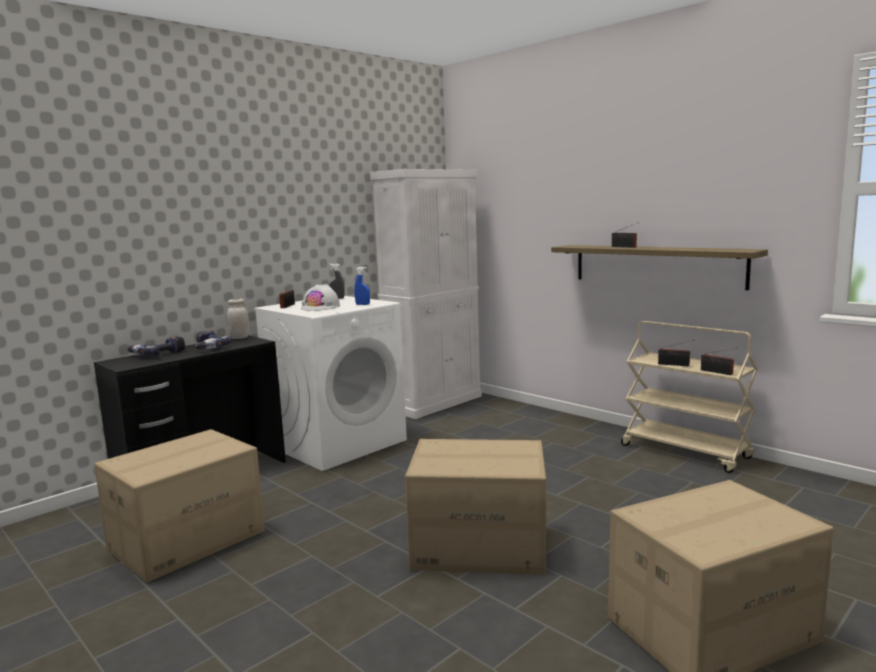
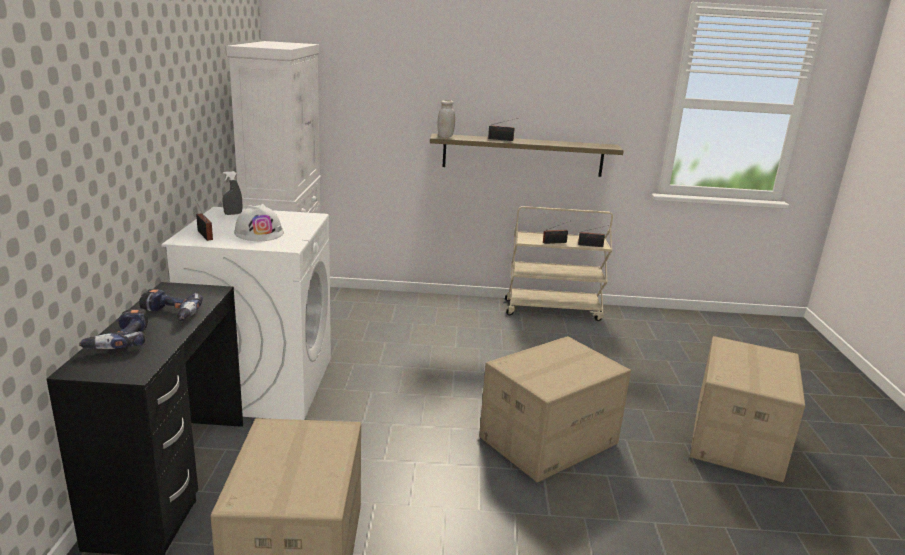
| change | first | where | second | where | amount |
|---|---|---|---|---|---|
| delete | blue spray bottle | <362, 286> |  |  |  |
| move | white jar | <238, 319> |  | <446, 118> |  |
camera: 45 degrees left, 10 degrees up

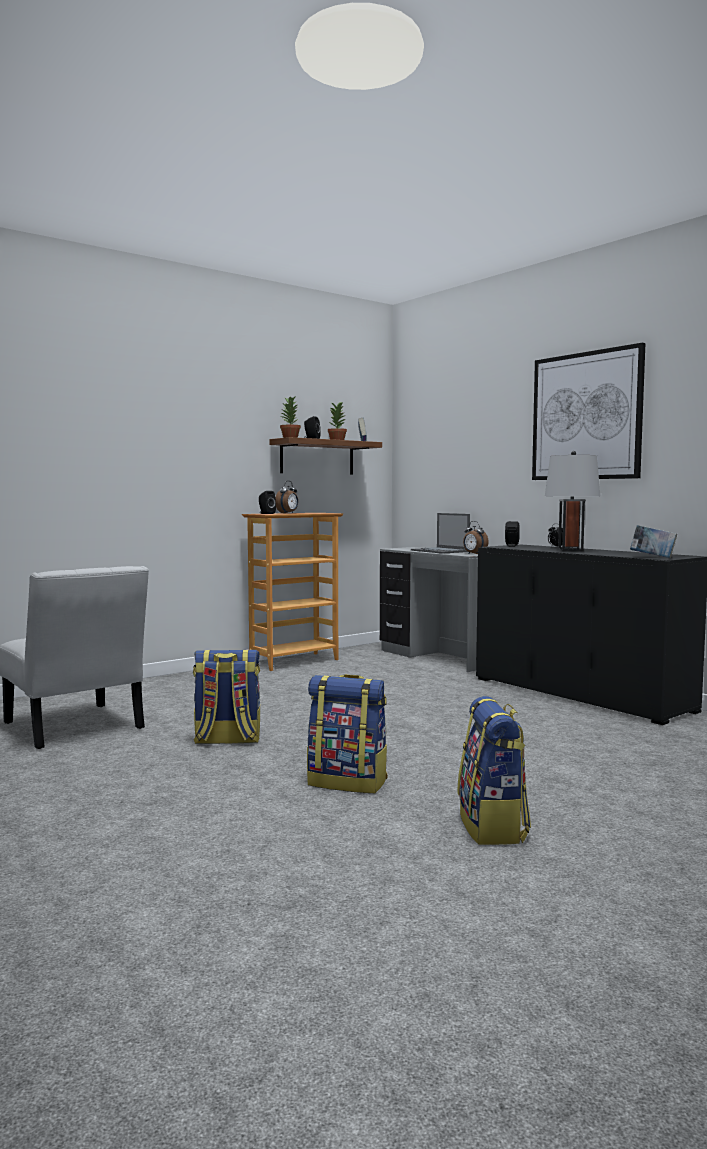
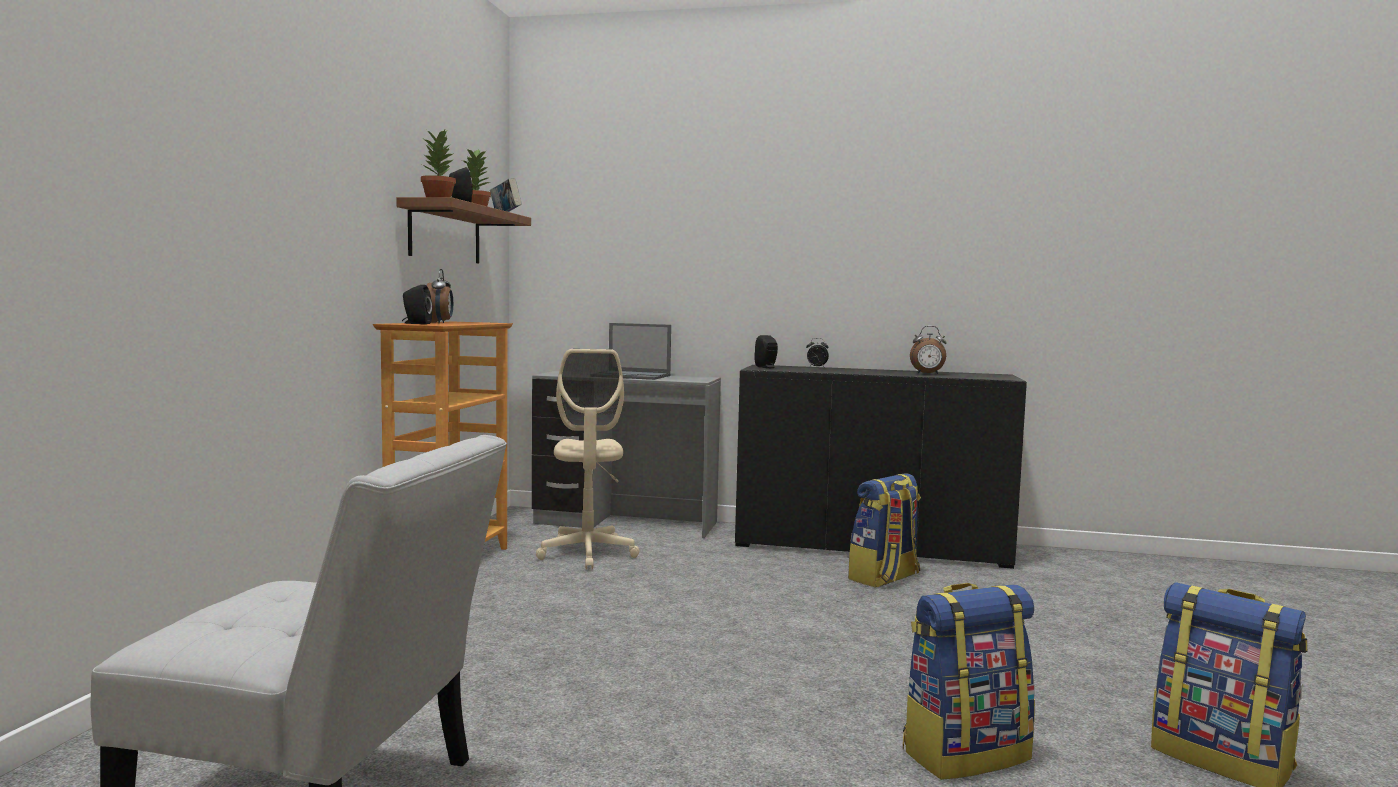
| change | first | where | second | where | amount |
|---|---|---|---|---|---|
| delete | wall art | <588, 411> |  |  |  |
| delete | gray table lamp | <572, 501> |  |  |  |
| delete | volume | <653, 541> |  |  |  |
| insert |  |  | beige-coloured computer chair | <587, 459> |  |
| move | backpack | <226, 697> |  | <884, 530> |  |
| move | alarm clock | <476, 537> |  | <928, 350> |  |
camera: 40 degrees left, 0 degrees up

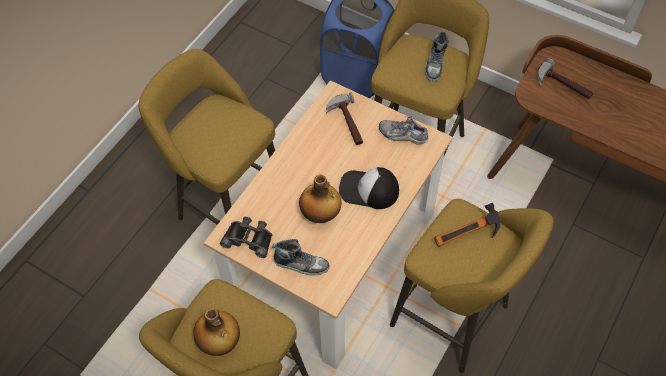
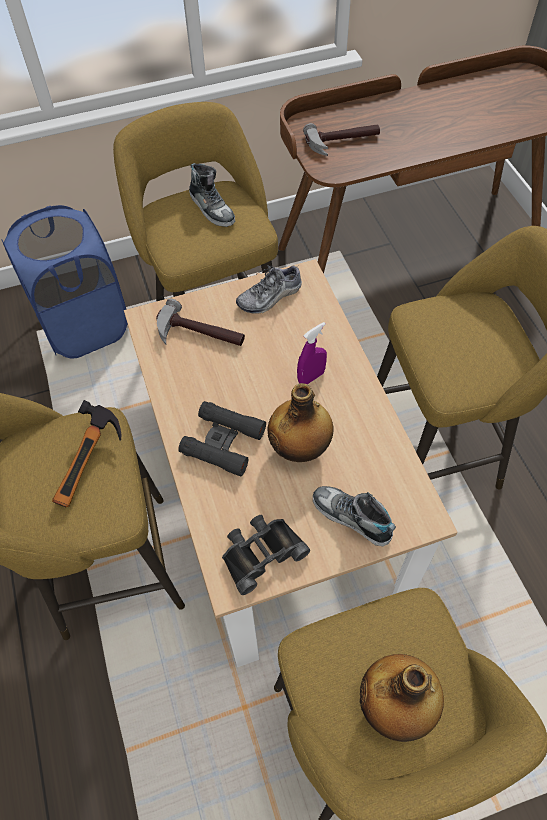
| change | first | where | second | where | amount |
|---|---|---|---|---|---|
| insert |  |  | blackish field glasses | <222, 439> |  |
| move | hand hammer | <467, 225> |  | <86, 453> |  |
| replace | peaked cap | <369, 188> | purple spray bottle | <312, 353> |  |
| rotate | item of footwear | <300, 257> |  | <354, 516> | 105 degrees counterclockwise |
camera: 50 degrees left, 0 degrees up

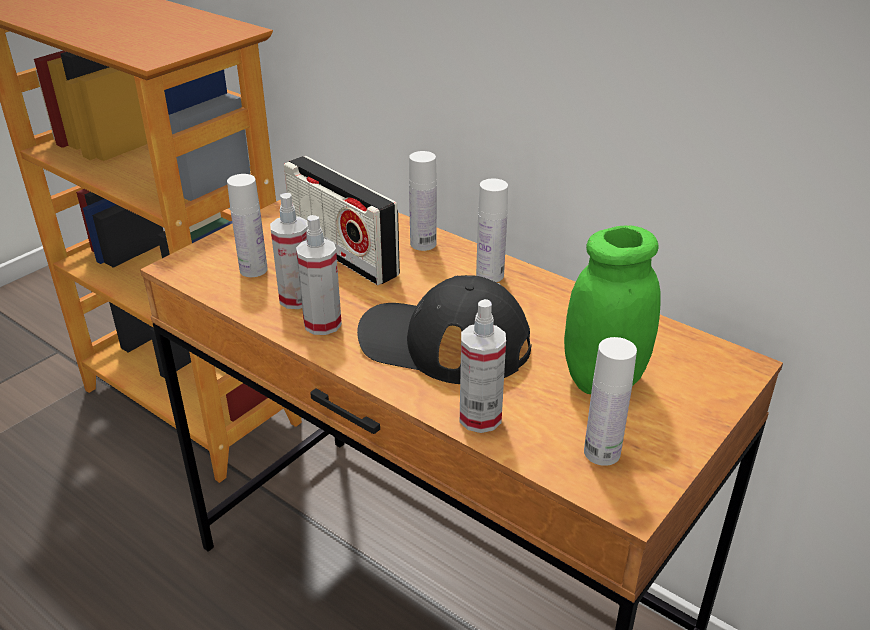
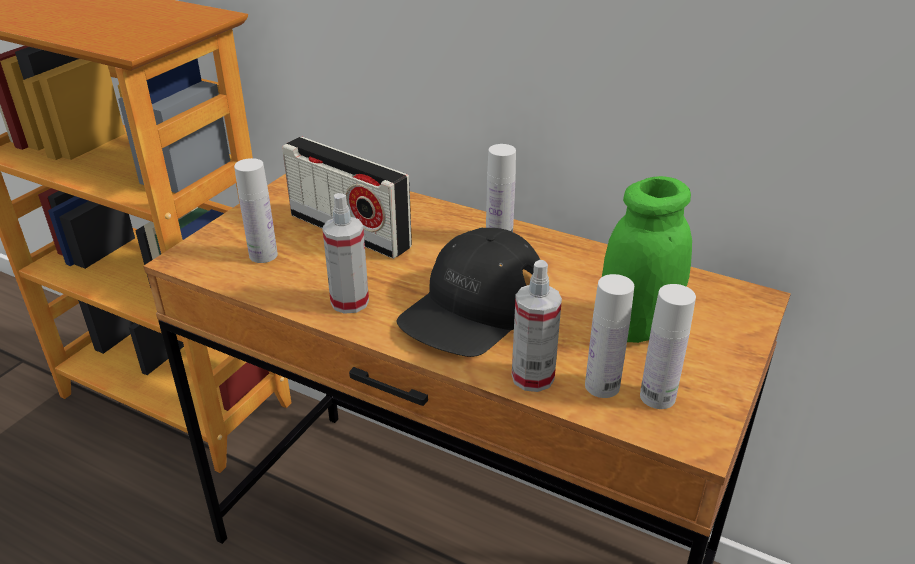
| change | first | where | second | where | amount |
|---|---|---|---|---|---|
| delete | spray bottle | <289, 251> |  |  |  |
| move | white bottle | <423, 201> |  | <609, 336> |  |
| rotate | blackish peaked cap | <444, 329> |  | <468, 292> | 60 degrees counterclockwise |
camera: 10 degrees left, 0 degrees up

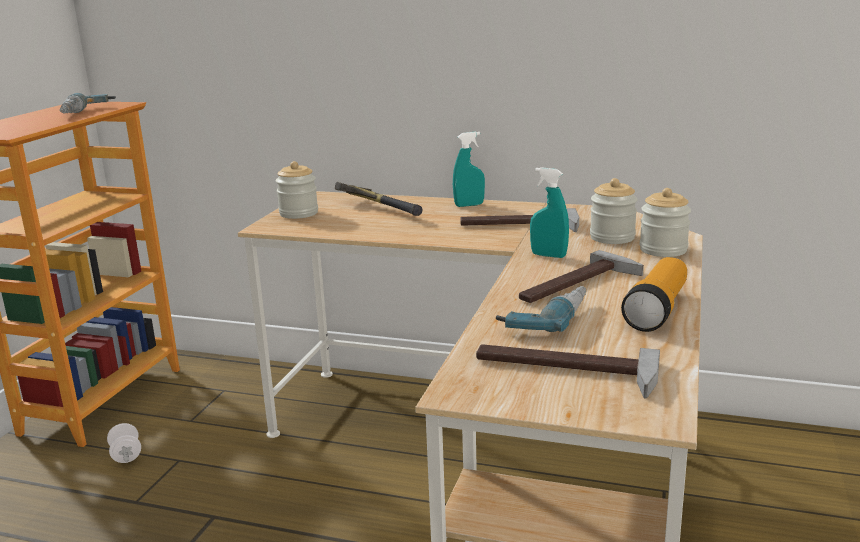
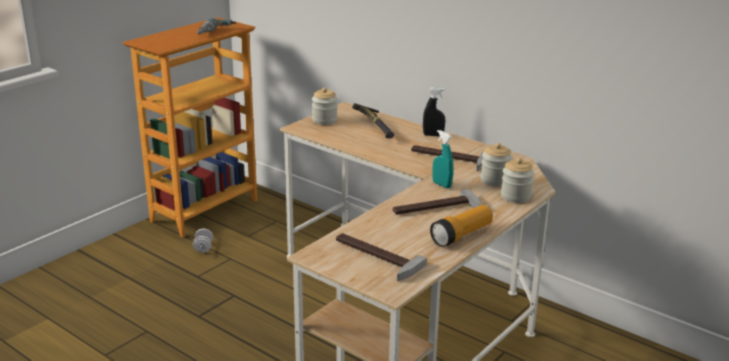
| change | first | where | second | where | amount |
|---|---|---|---|---|---|
| delete | power drill | <541, 309> |  |  |  |
| recolor | turquoise spray bottle | <469, 169> | blackish spray bottle | <434, 112> |  |
camera: 20 degrees right, 5 degrees up

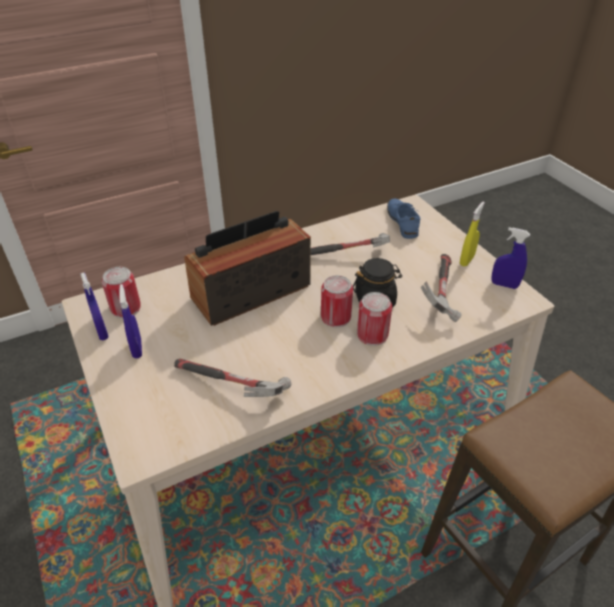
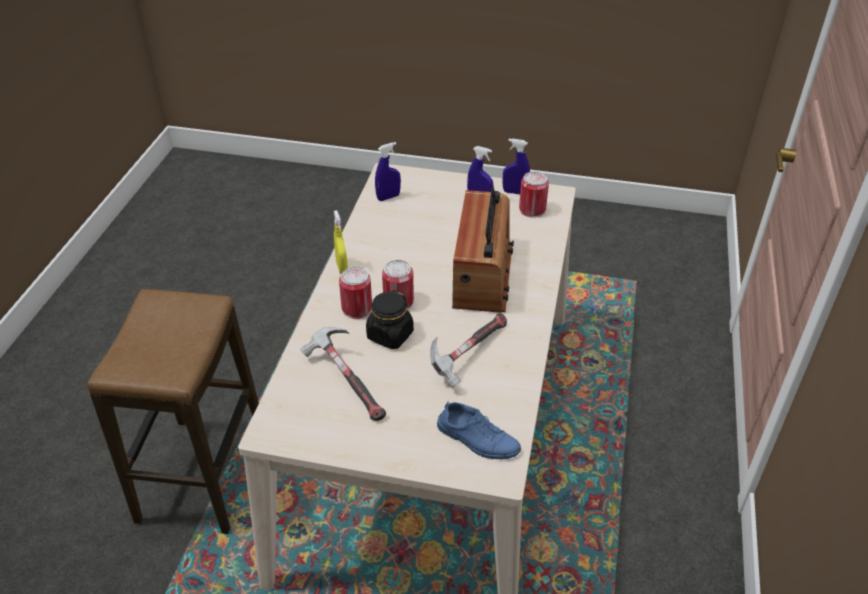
| change | first | where | second | where | amount |
|---|---|---|---|---|---|
| delete | hand hammer | <232, 378> |  |  |  |
| move | yellow-coloured spray bottle | <472, 233> |  | <341, 242> |  |
| move | blue spray bottle | <510, 258> |  | <388, 171> |  |
camera: 130 degrees right, 0 degrees up

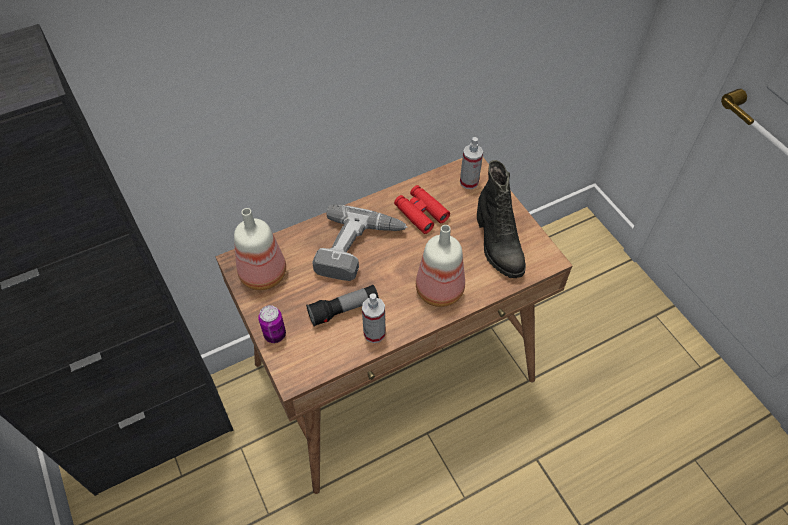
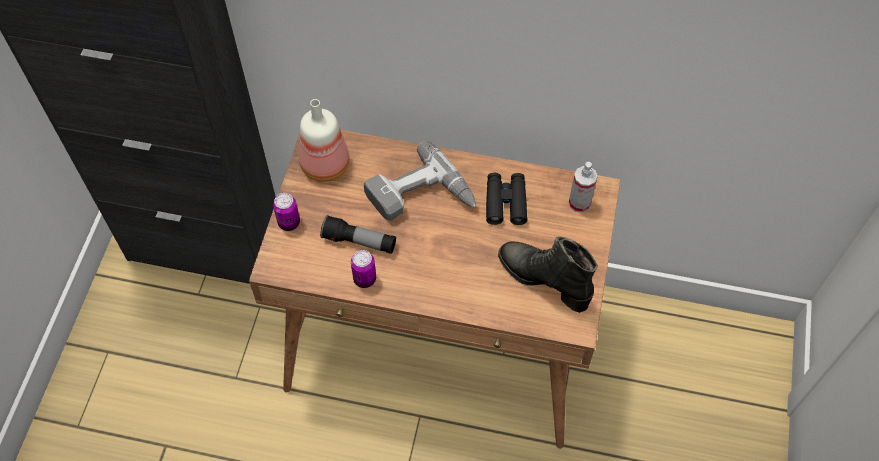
| change | first | where | second | where | amount |
|---|---|---|---|---|---|
| delete | bottle | <440, 266> |  |  |  |
| replace | spray bottle | <374, 318> | sealed can | <363, 269> |  |
| recolor | red-coloured field glasses | <422, 209> | blackish field glasses | <506, 199> |  |
| rotate | blackish boot | <501, 219> |  | <548, 275> | 105 degrees clockwise |
camera: 40 degrees right, 5 degrees up

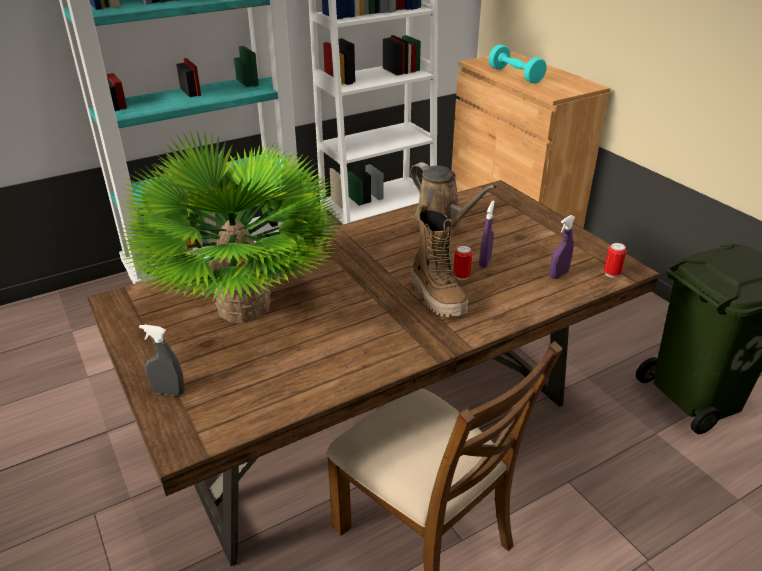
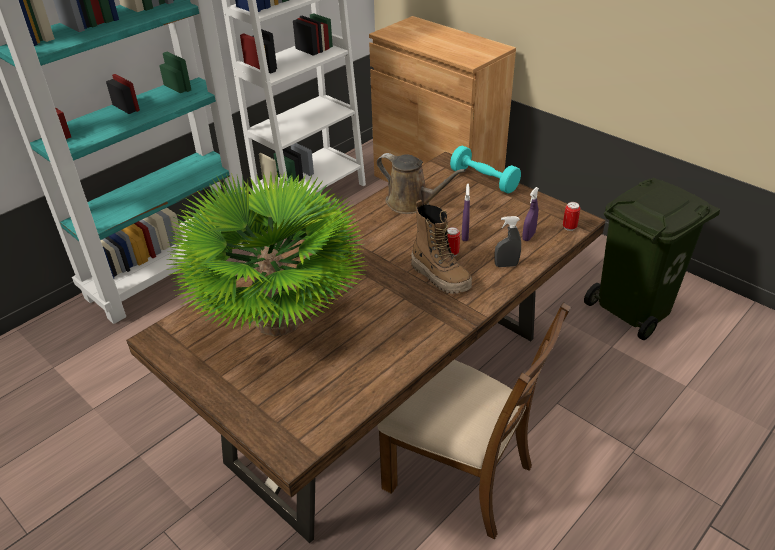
| change | first | where | second | where | amount |
|---|---|---|---|---|---|
| move | gray spray bottle | <162, 360> |  | <507, 241> |  |
| move | turquoise hand weight | <517, 64> |  | <485, 170> |  |
camera: 15 degrees left, 5 degrees up

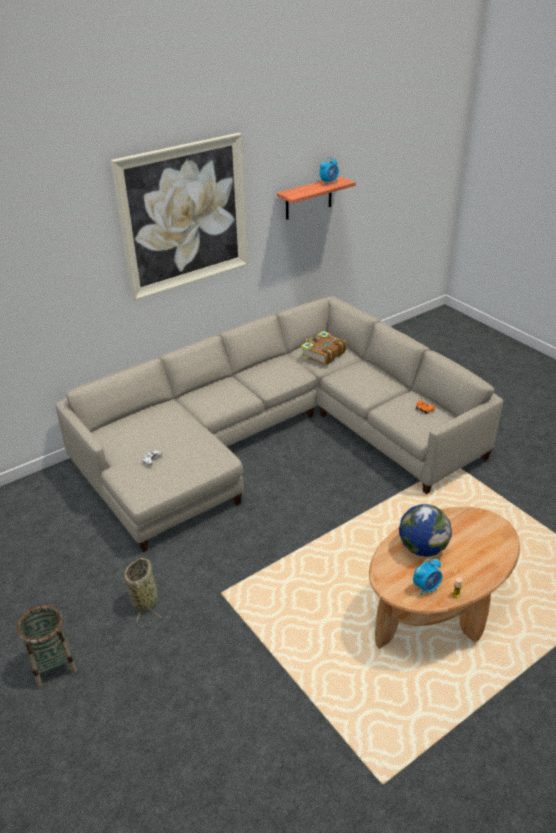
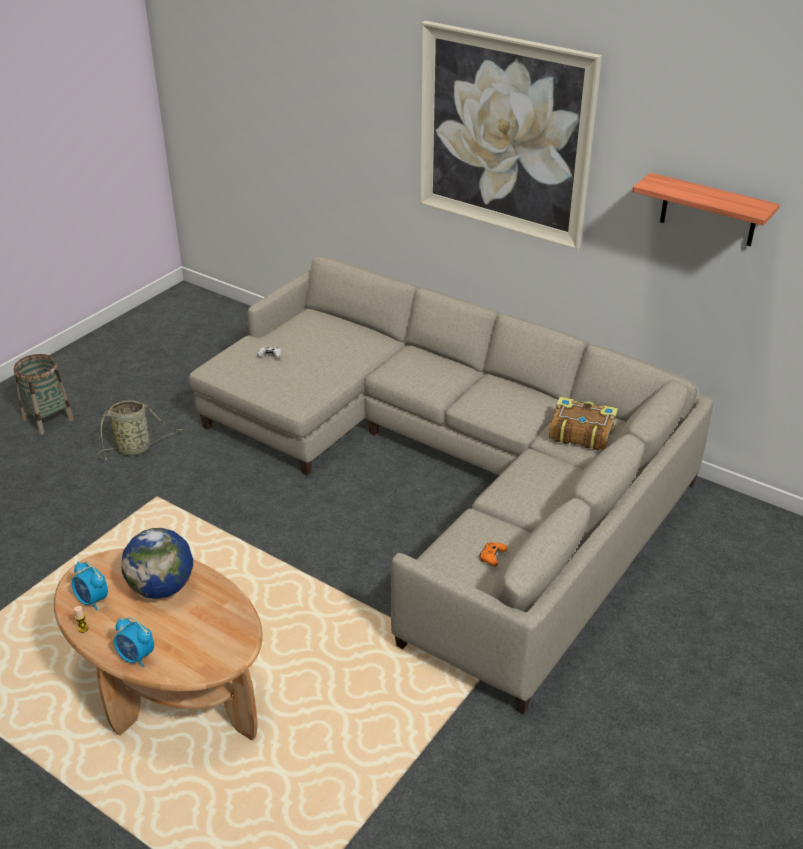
| change | first | where | second | where | amount |
|---|---|---|---|---|---|
| move | alarm clock | <329, 171> |  | <134, 642> |  |
camera: 70 degrees right, 0 degrees up

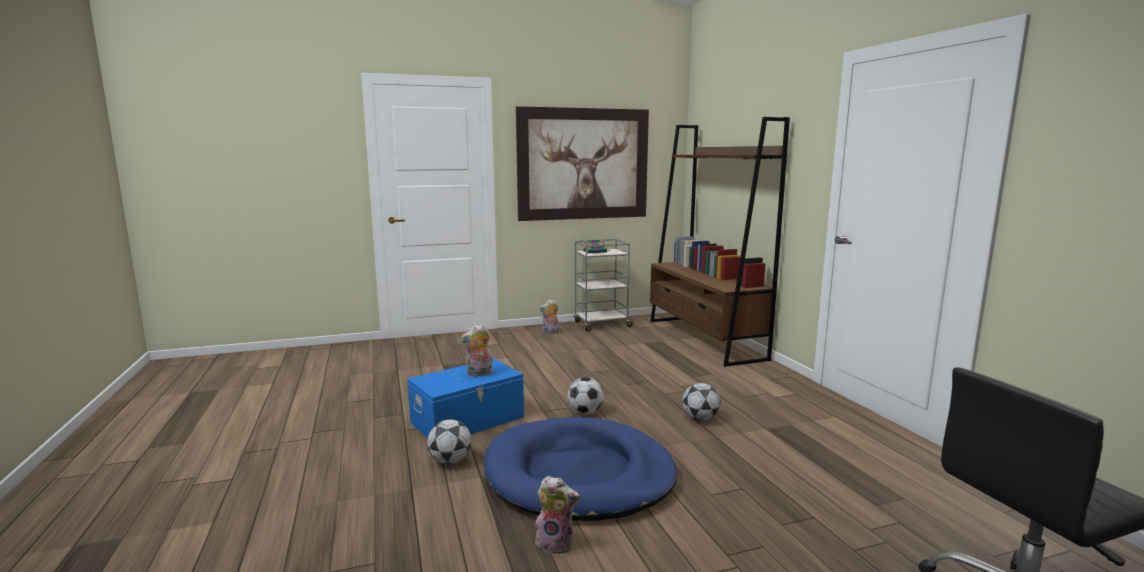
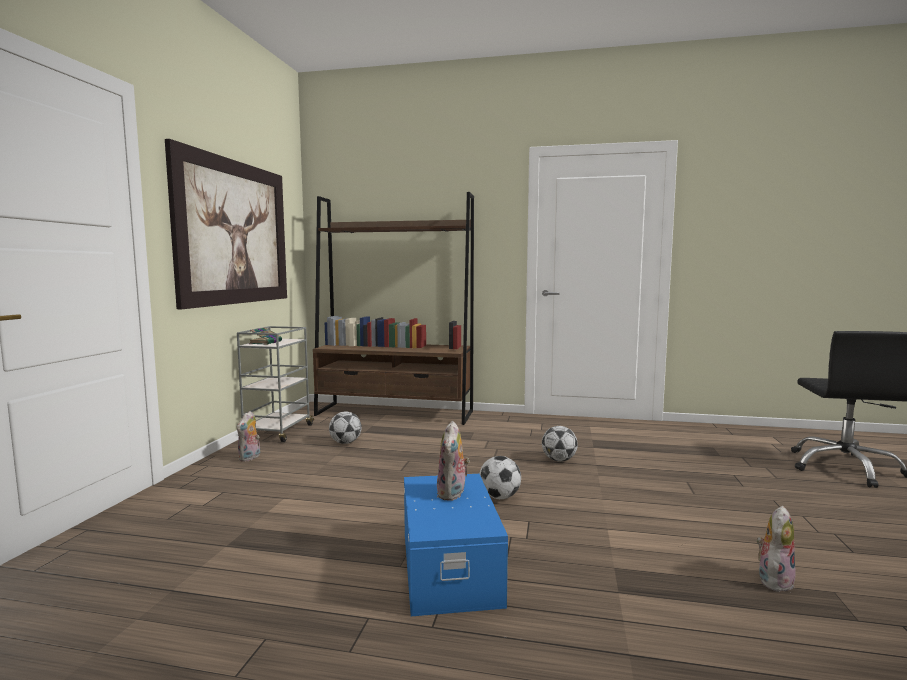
| change | first | where | second | where | amount |
|---|---|---|---|---|---|
| delete | blue dog cushion | <580, 469> |  |  |  |
| move | football ball | <449, 441> |  | <345, 427> |  |
camera: 60 degrees left, 5 degrees down

